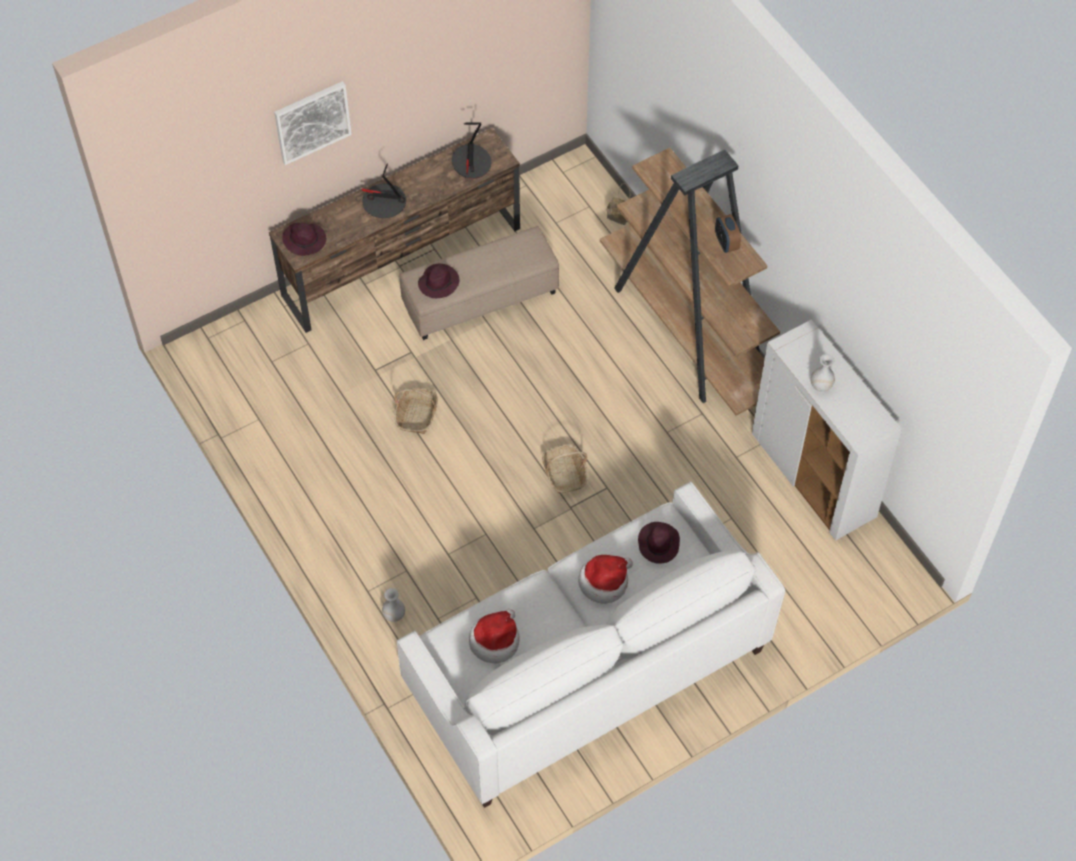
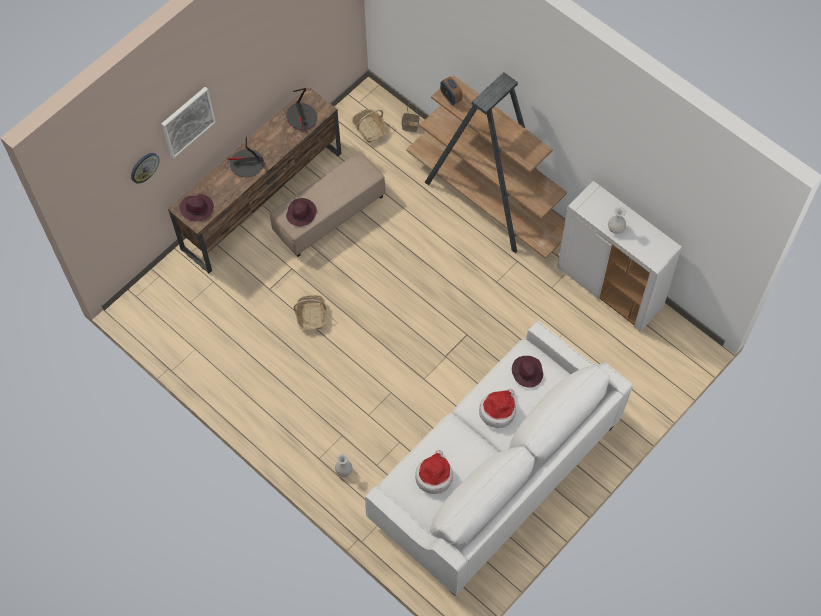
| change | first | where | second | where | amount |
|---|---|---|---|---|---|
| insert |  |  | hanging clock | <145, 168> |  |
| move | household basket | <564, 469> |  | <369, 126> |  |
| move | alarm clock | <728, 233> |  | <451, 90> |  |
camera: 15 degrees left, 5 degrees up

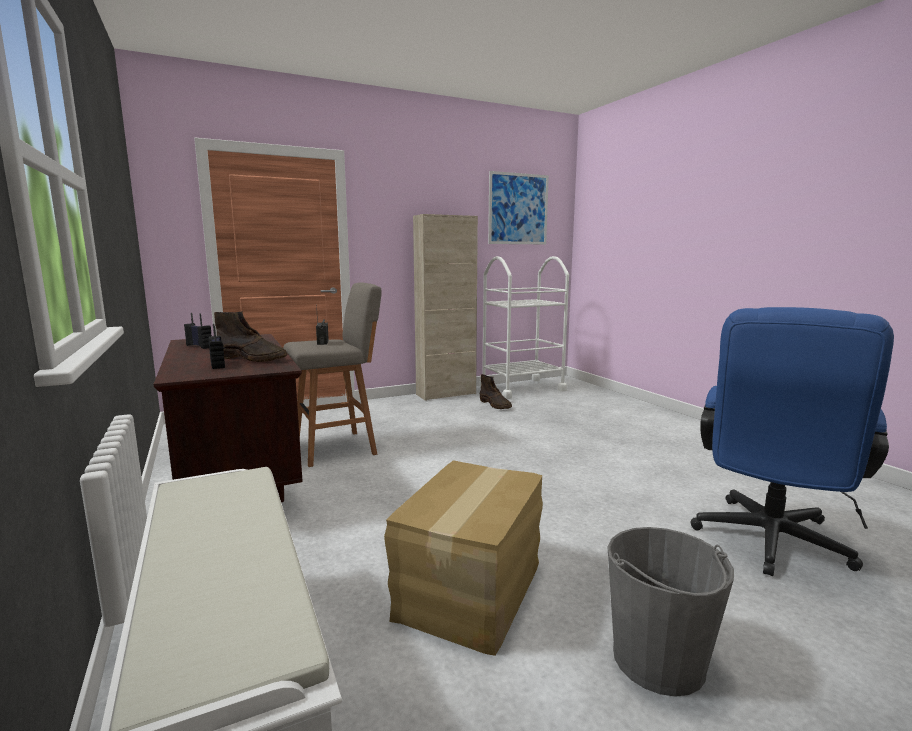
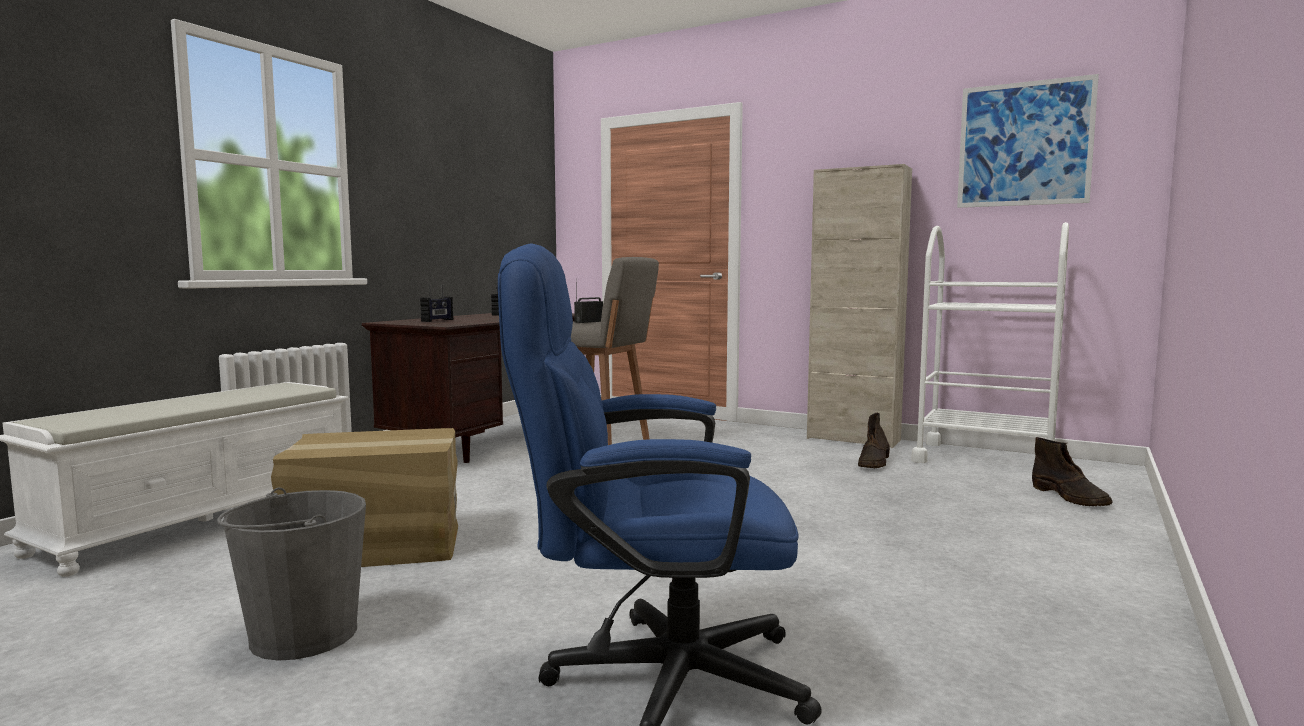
| change | first | where | second | where | amount |
|---|---|---|---|---|---|
| move | brownish boot | <250, 336> |  | <1072, 471> |  |
camera: 55 degrees right, 5 degrees down

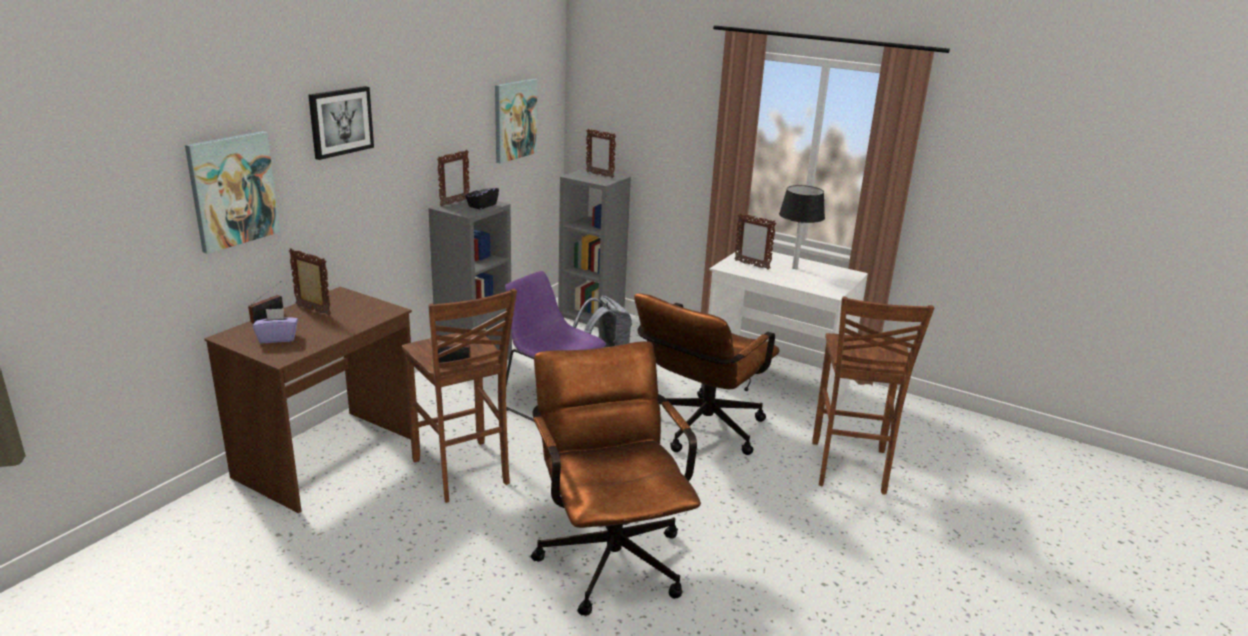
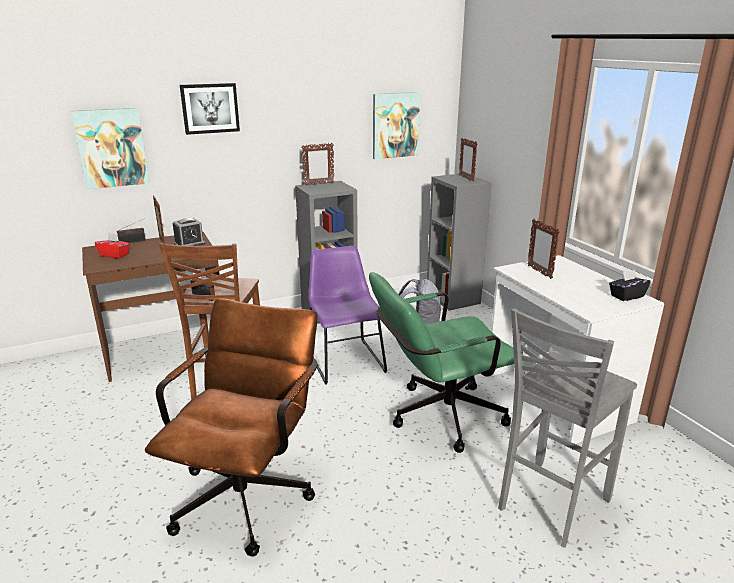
| change | first | where | second | where | amount |
|---|---|---|---|---|---|
| delete | blackish table lamp | <802, 227> |  |  |  |
| insert |  |  | alarm clock | <189, 232> |  |
| move | blackish box of tissues | <482, 195> |  | <630, 285> |  |
| recolor | purple box of tissues | <275, 325> | red-coloured box of tissues | <112, 246> |  |
| recolor | brownish computer chair | <707, 374> | green-coloured computer chair | <441, 362> |  |
| recolor | brownish sitting stool | <873, 395> | gray sitting stool | <567, 428> |  |
camera: 35 degrees right, 0 degrees up

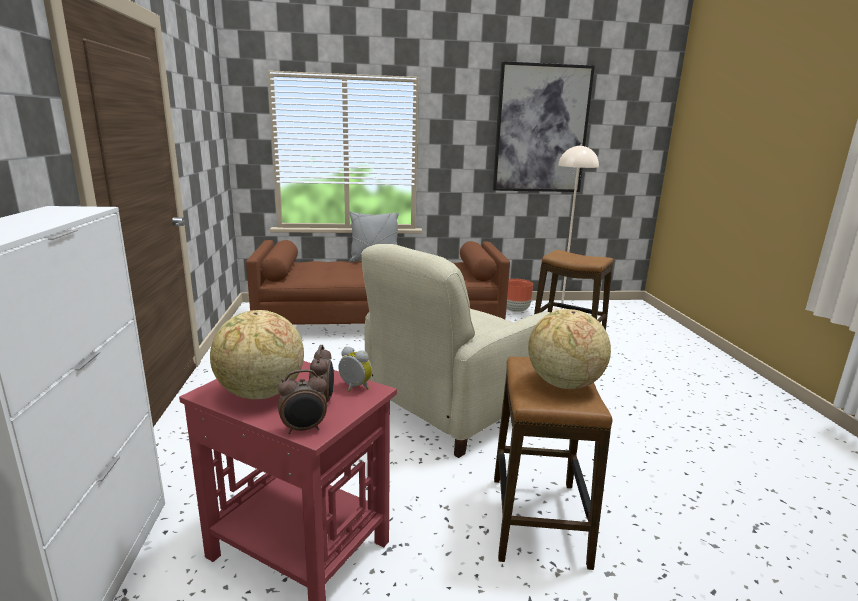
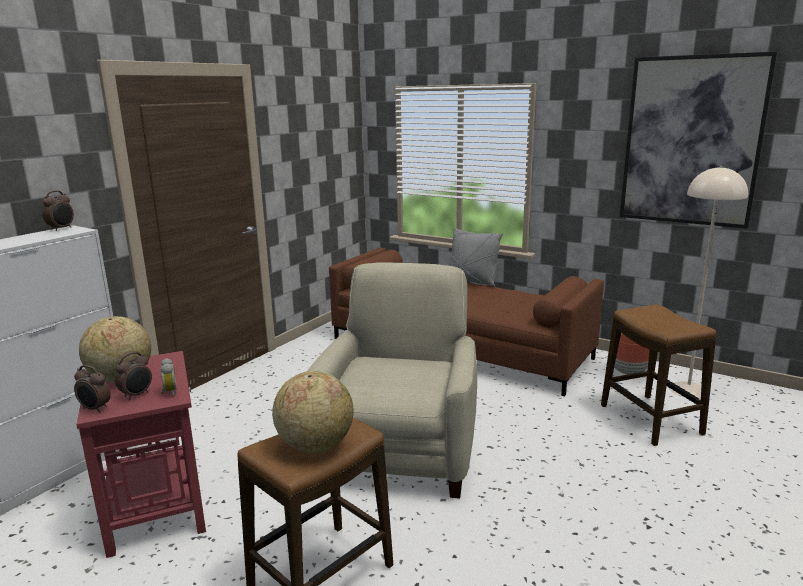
| change | first | where | second | where | amount |
|---|---|---|---|---|---|
| insert |  |  | alarm clock | <58, 211> |  |
| rotate | beige-coloured armchair | <456, 351> |  | <392, 380> | 105 degrees clockwise |
camera: 40 degrees right, 0 degrees up

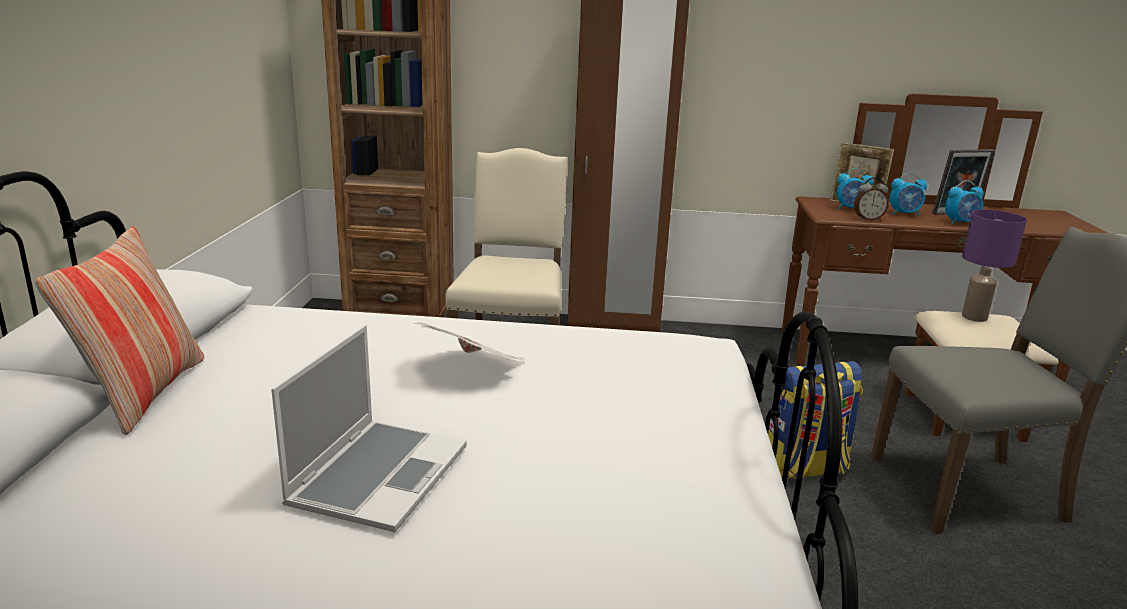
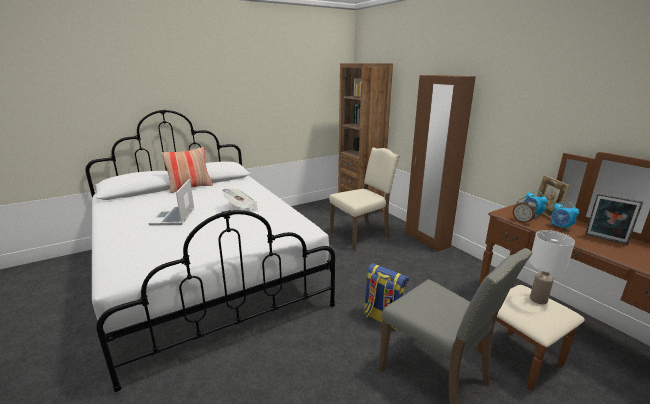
| change | first | where | second | where | amount |
|---|---|---|---|---|---|
| delete | alarm clock | <964, 202> |  |  |  |
| recolor | purple table lamp | <994, 266> | white table lamp | <552, 267> |  |
| rotate | laptop | <369, 428> |  | <171, 202> | 105 degrees clockwise |
camera: 55 degrees right, 0 degrees up

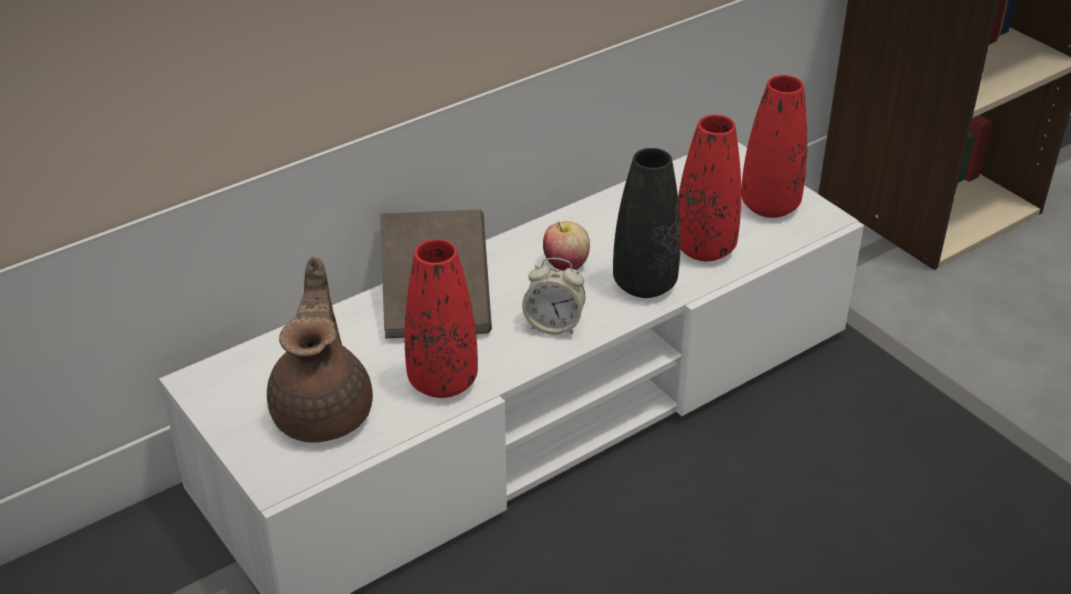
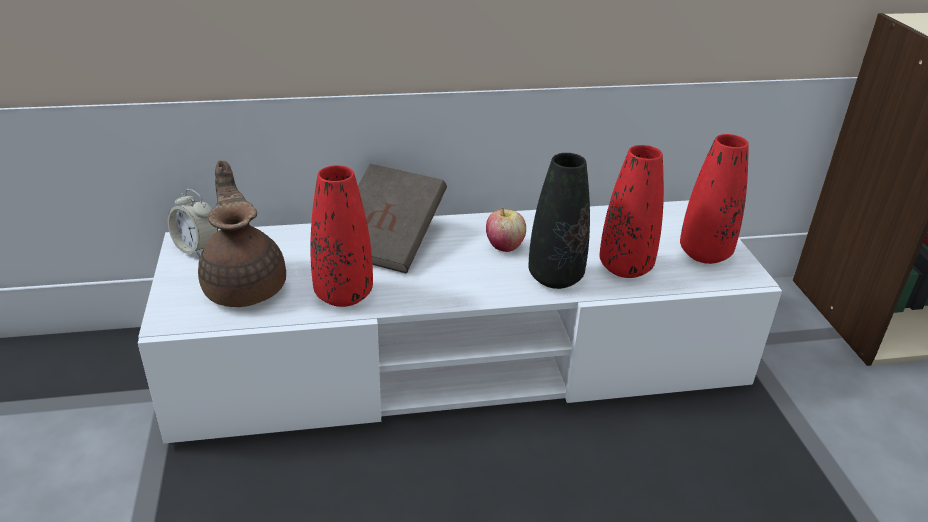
| change | first | where | second | where | amount |
|---|---|---|---|---|---|
| move | alarm clock | <553, 296> |  | <193, 223> |  |
| rotate | brownish teapot | <320, 350> |  | <242, 233> | 45 degrees counterclockwise |
camera: 25 degrees right, 5 degrees down

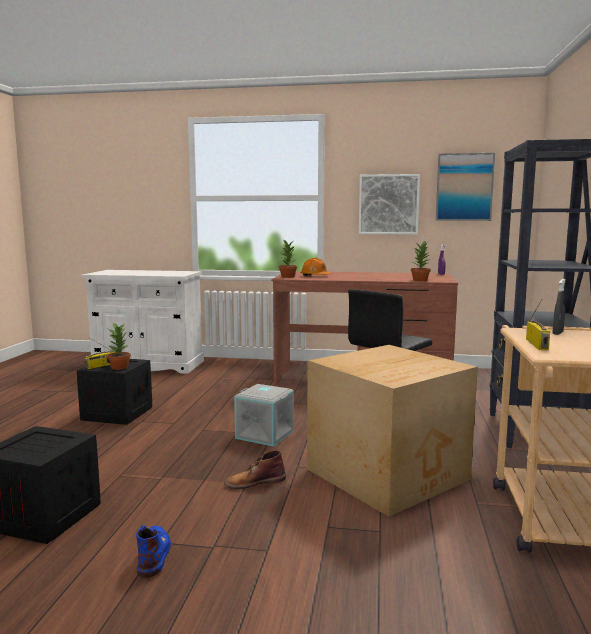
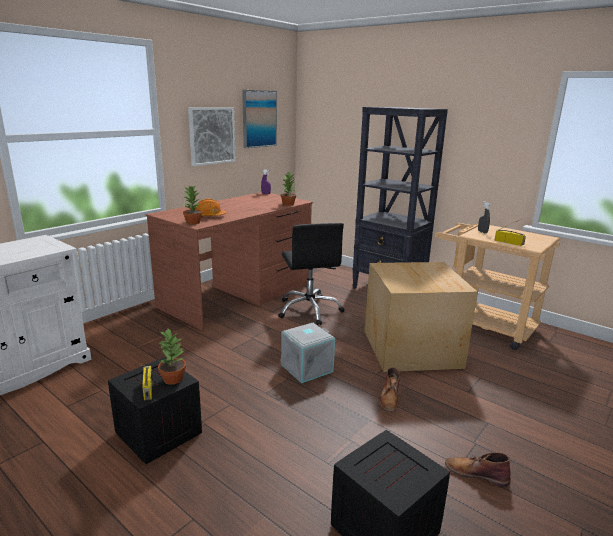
| change | first | where | second | where | amount |
|---|---|---|---|---|---|
| recolor | blue boot | <153, 551> | brownish boot | <478, 469> |  |
camera: 60 degrees left, 10 degrees up

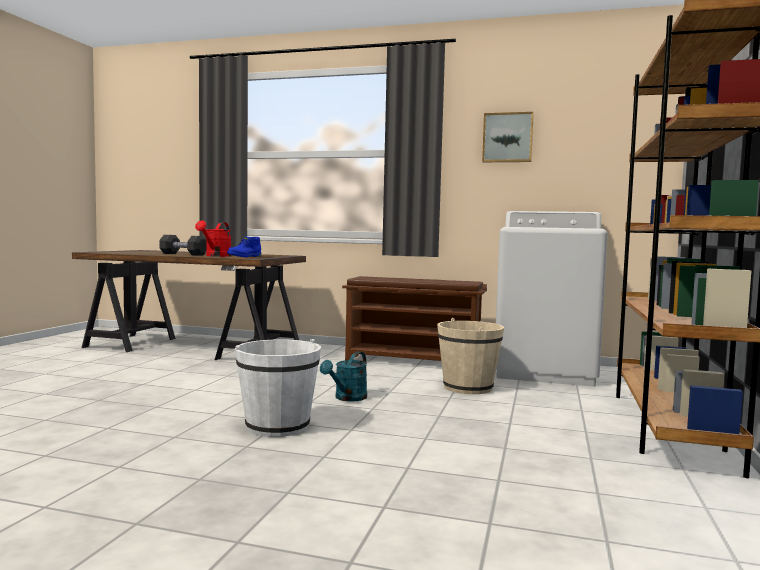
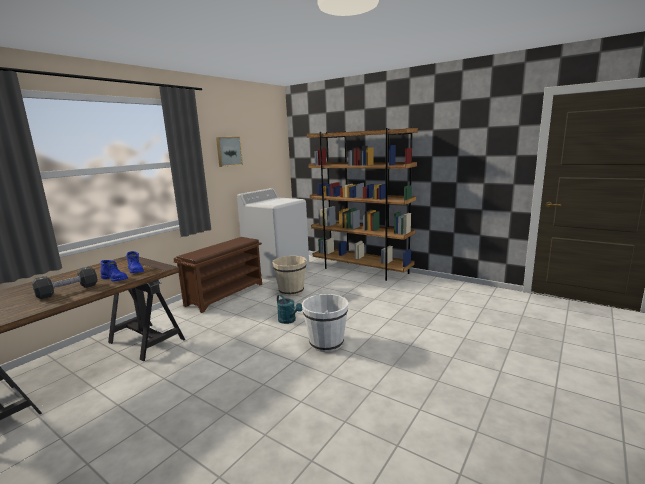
| change | first | where | second | where | amount |
|---|---|---|---|---|---|
| replace | red-coloured sprinkling can | <213, 238> | blue boot | <114, 271> |  |
camera: 70 degrees left, 10 degrees up

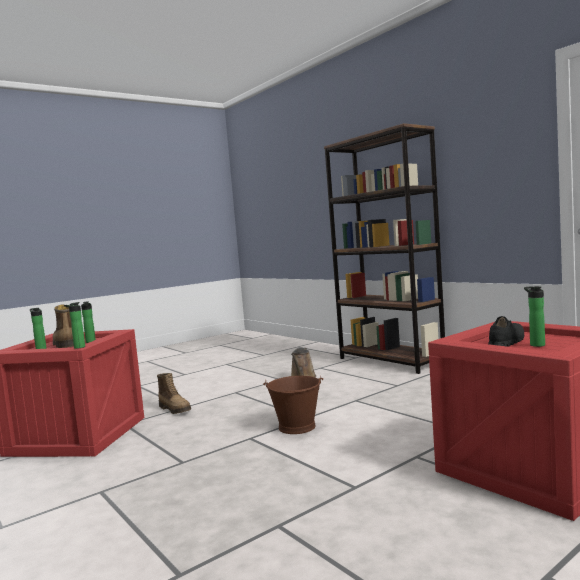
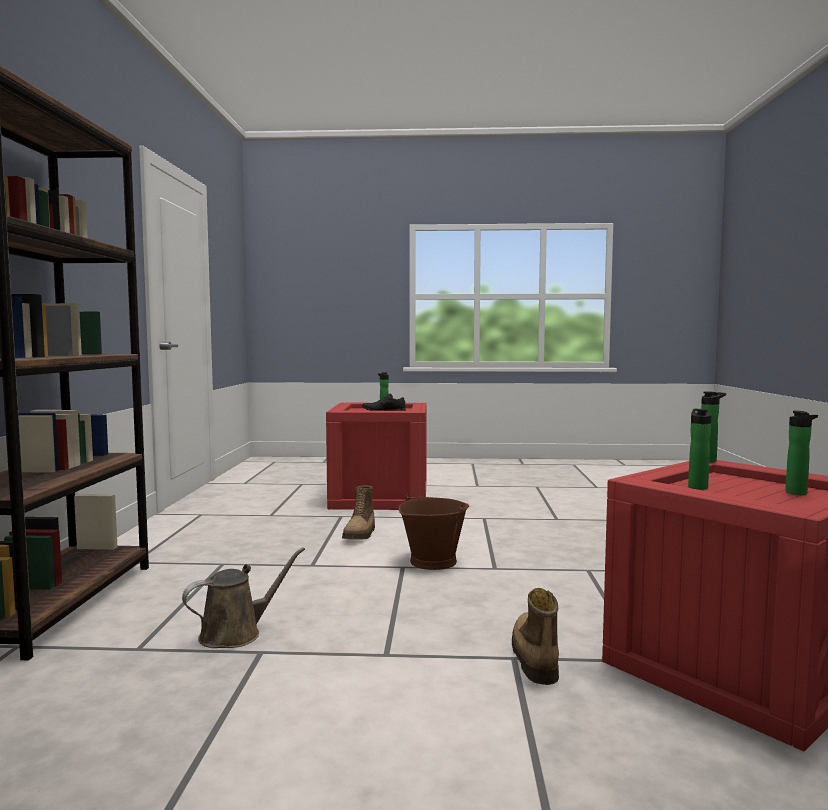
| change | first | where | second | where | amount |
|---|---|---|---|---|---|
| move | boot | <63, 326> |  | <358, 512> |  |
camera: 140 degrees left, 0 degrees up

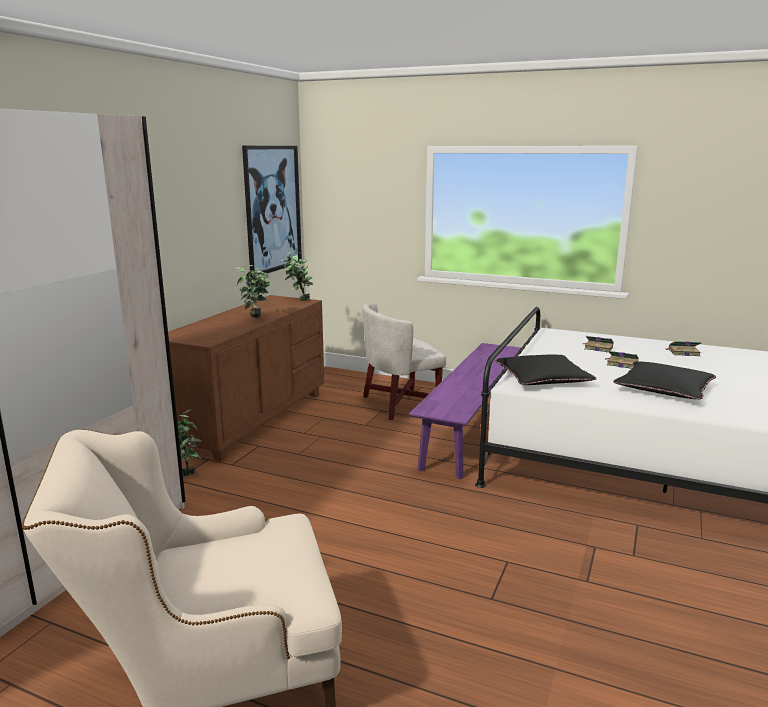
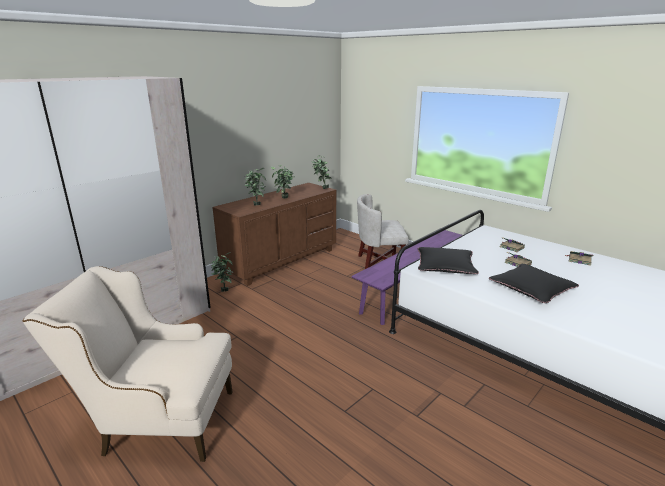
| change | first | where | second | where | amount |
|---|---|---|---|---|---|
| delete | wall art | <272, 212> |  |  |  |
| insert |  |  | plant in a pot | <255, 187> |  |
camera: 20 degrees right, 5 degrees up

